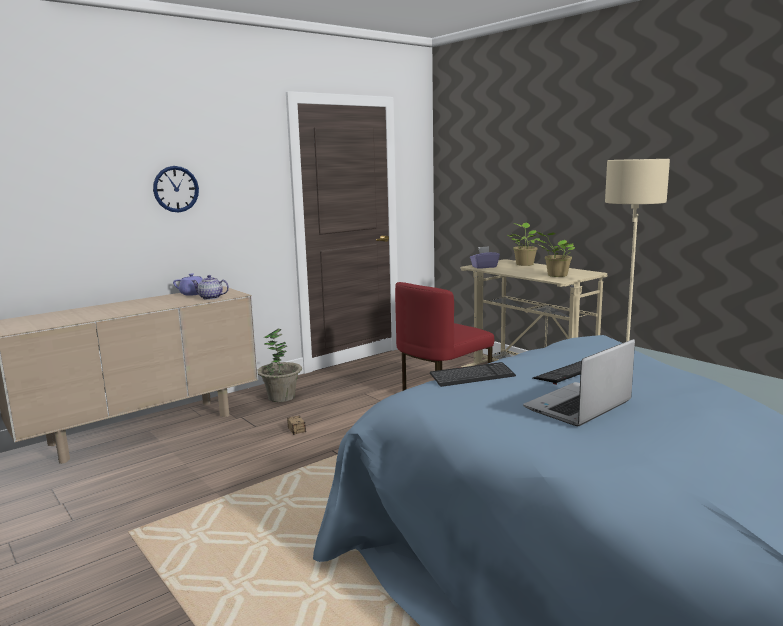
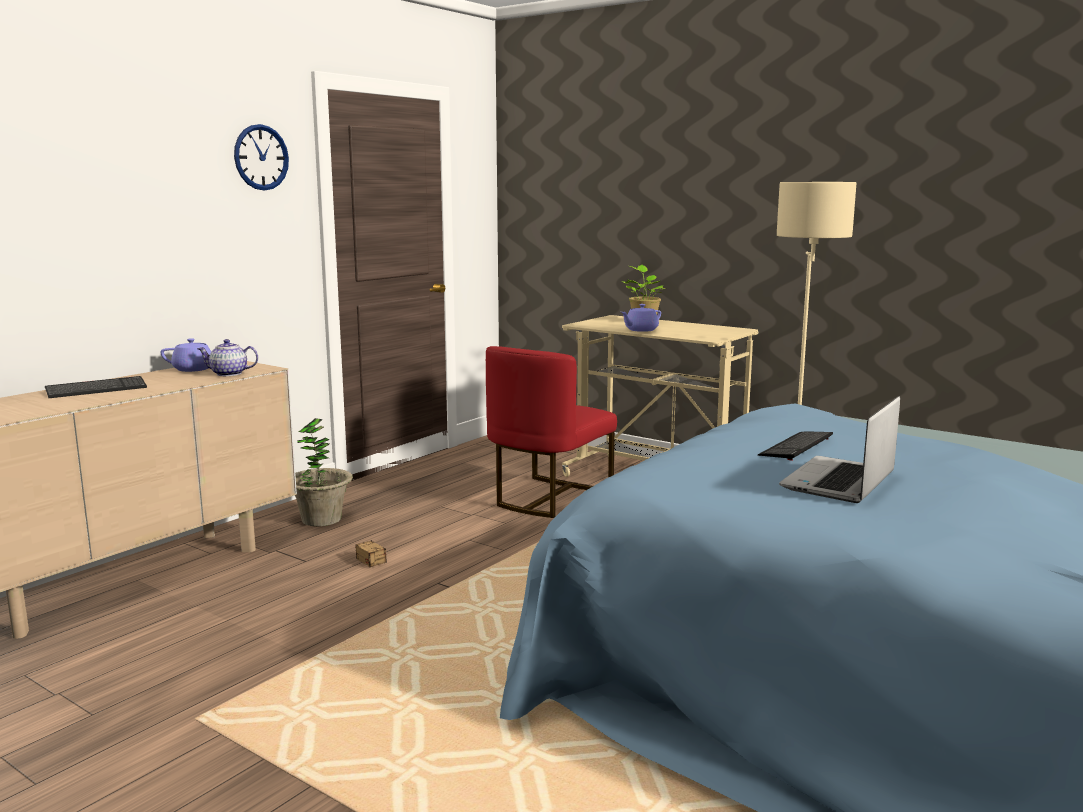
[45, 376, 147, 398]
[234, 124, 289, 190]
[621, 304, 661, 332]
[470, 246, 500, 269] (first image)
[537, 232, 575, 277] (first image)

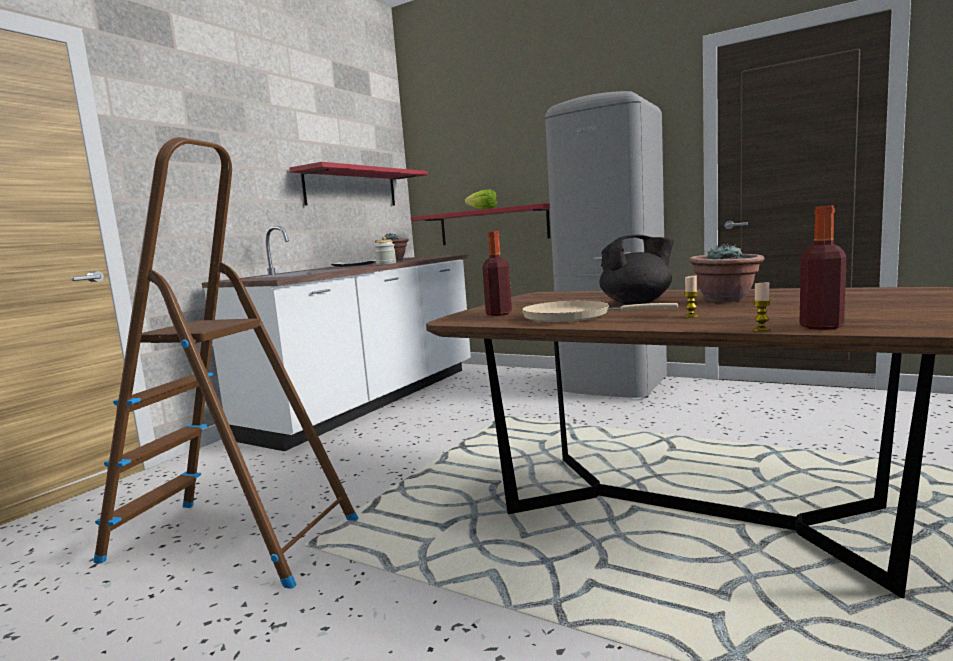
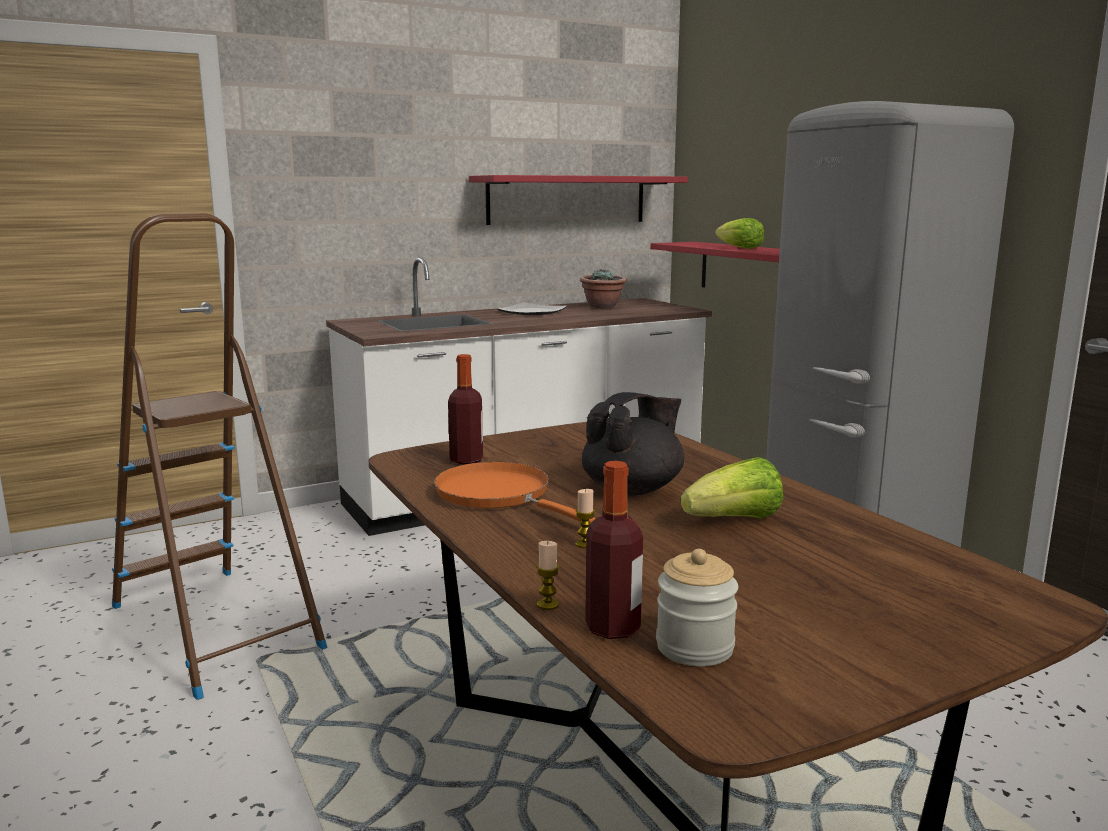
[434, 462, 595, 522]
[582, 392, 684, 495]
[656, 549, 738, 666]
[681, 457, 783, 519]

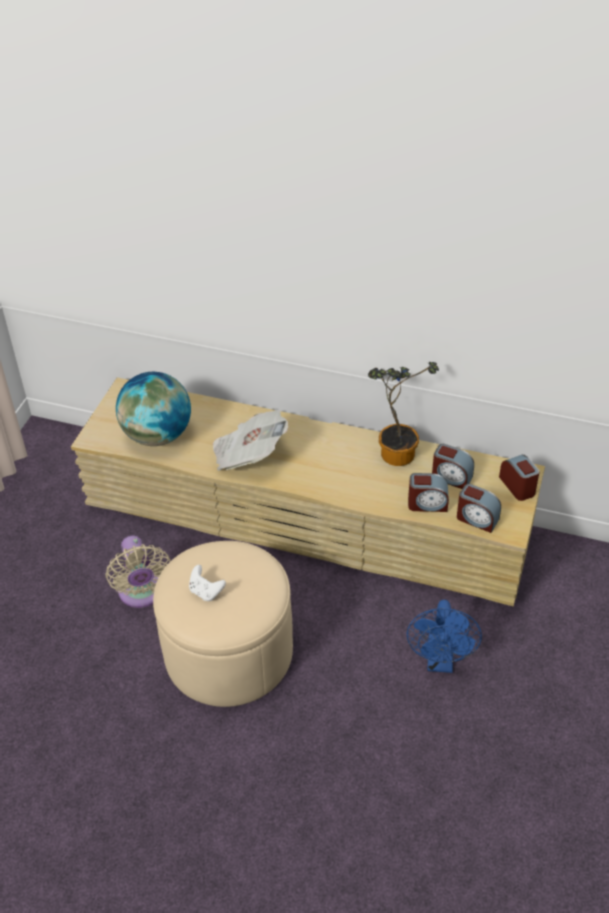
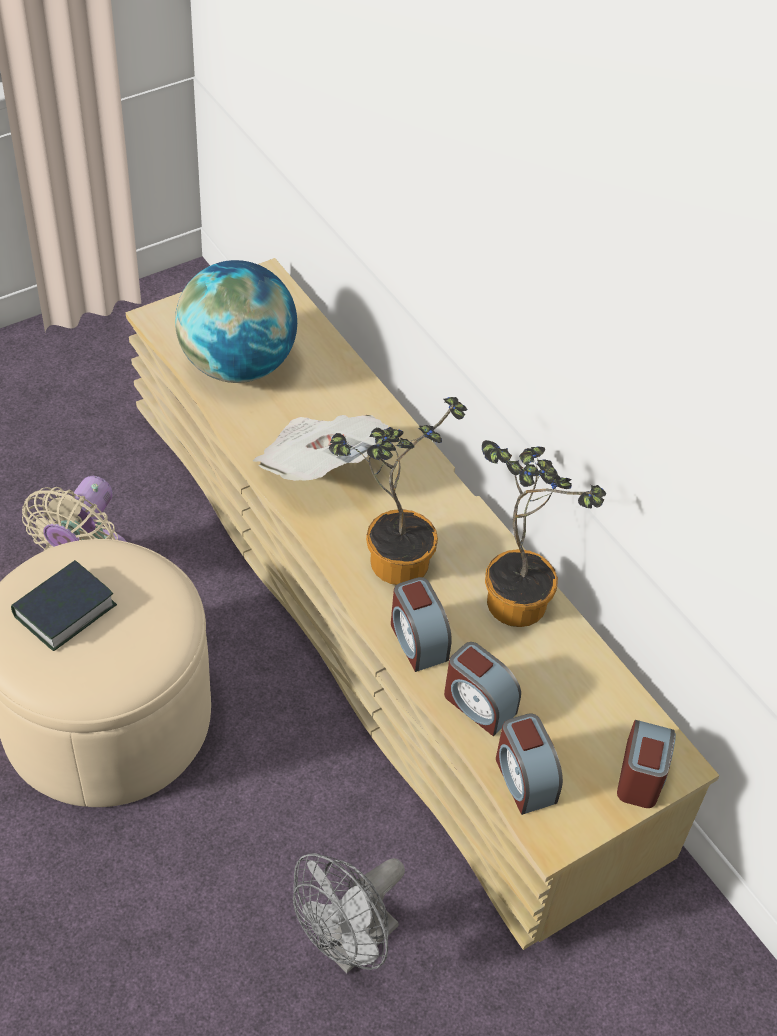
[11, 560, 117, 651]
[293, 853, 405, 973]
[329, 397, 468, 585]
[391, 577, 452, 672]

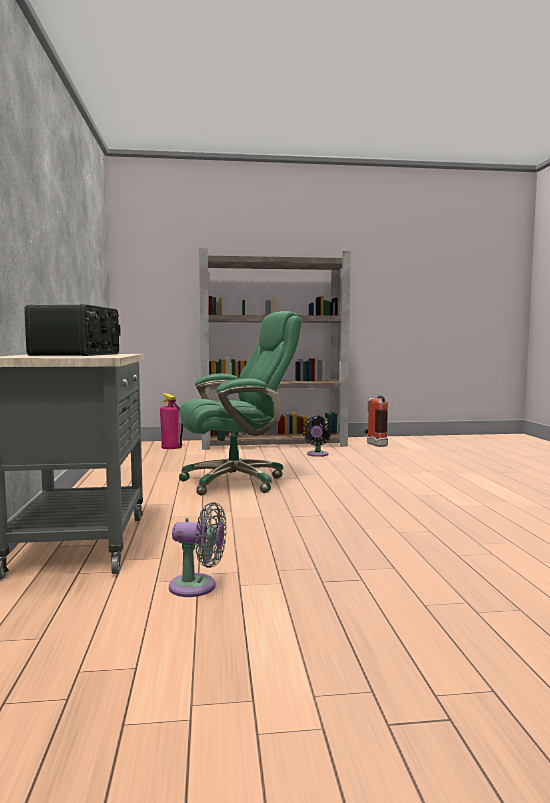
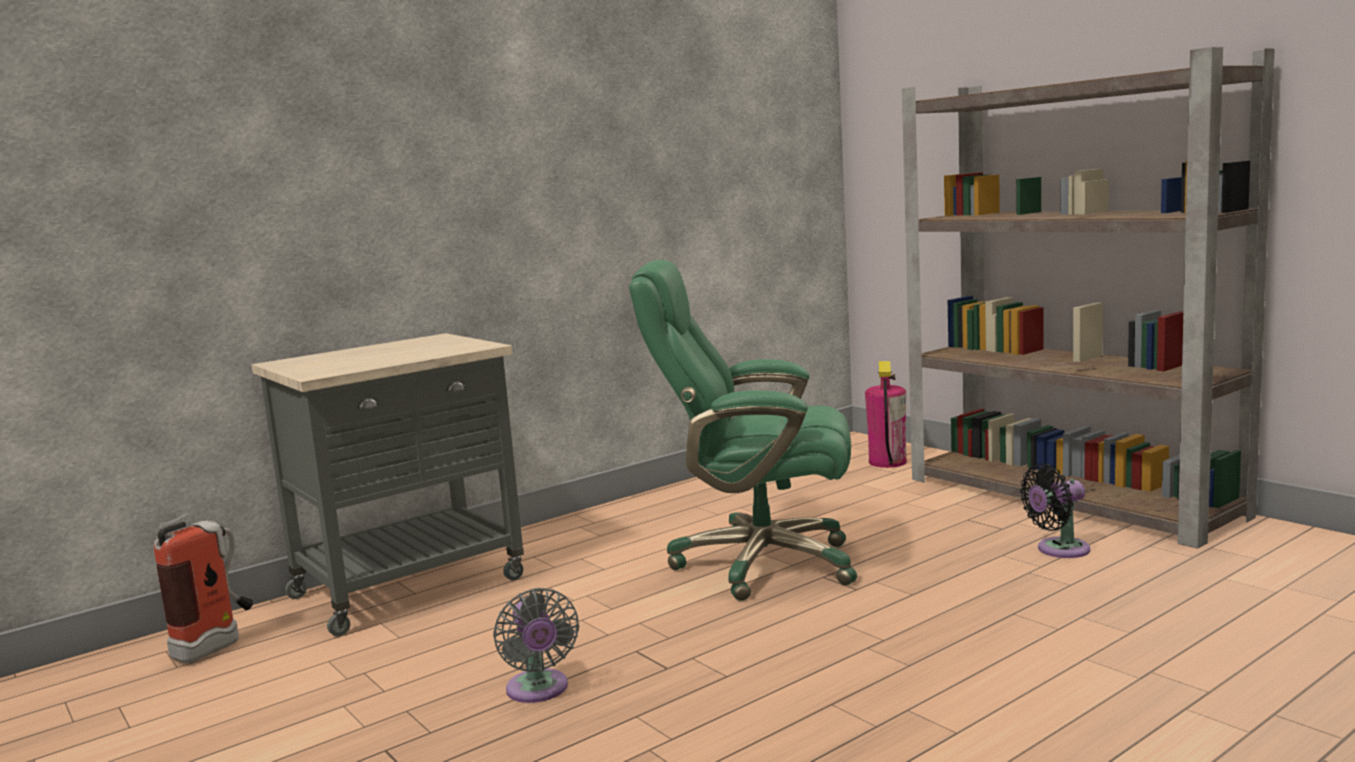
[154, 512, 253, 664]
[493, 588, 579, 703]
[629, 260, 857, 601]
[24, 304, 121, 356] (first image)

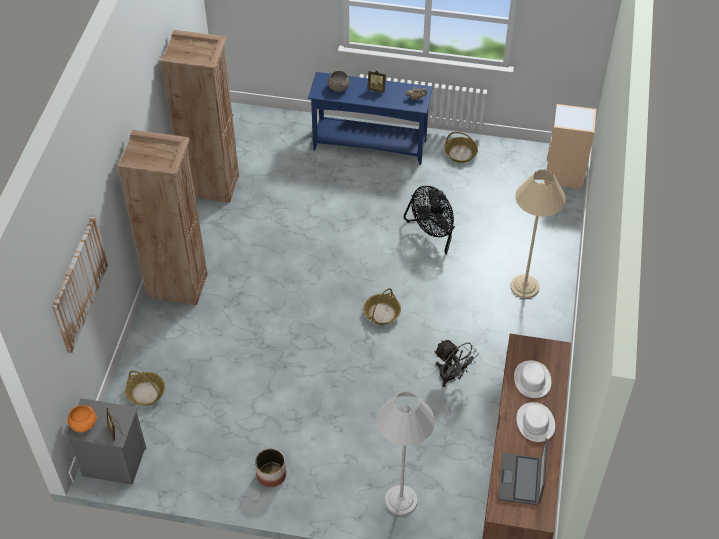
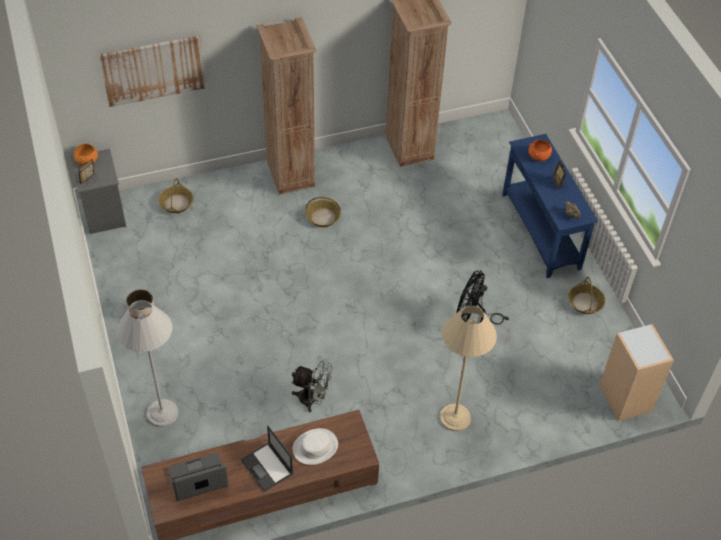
[241, 425, 293, 492]
[291, 361, 333, 412]
[306, 197, 341, 227]
[529, 140, 552, 161]

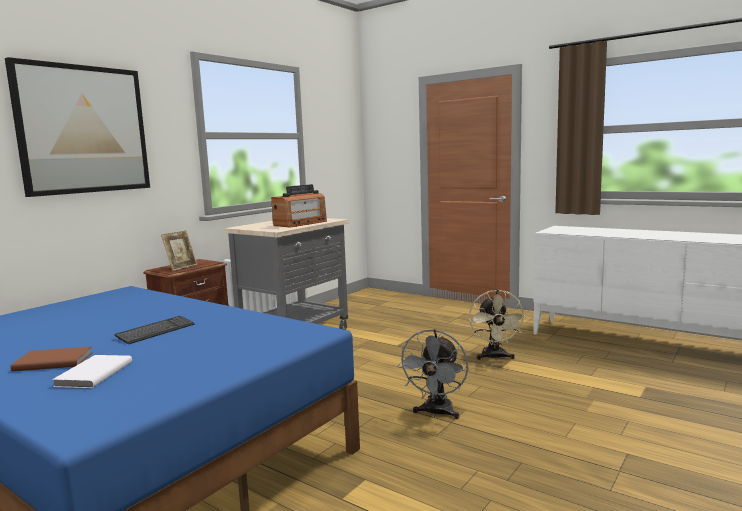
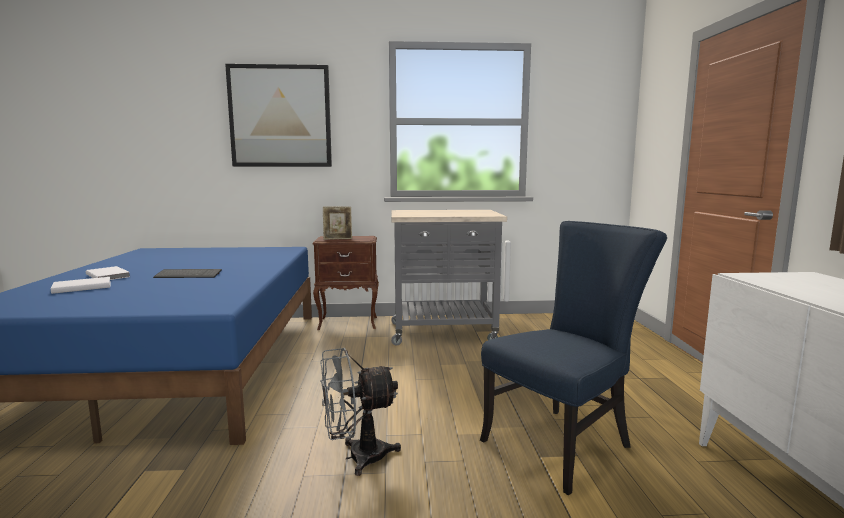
[86, 266, 130, 280]
[480, 221, 667, 495]
[271, 184, 327, 228] (first image)

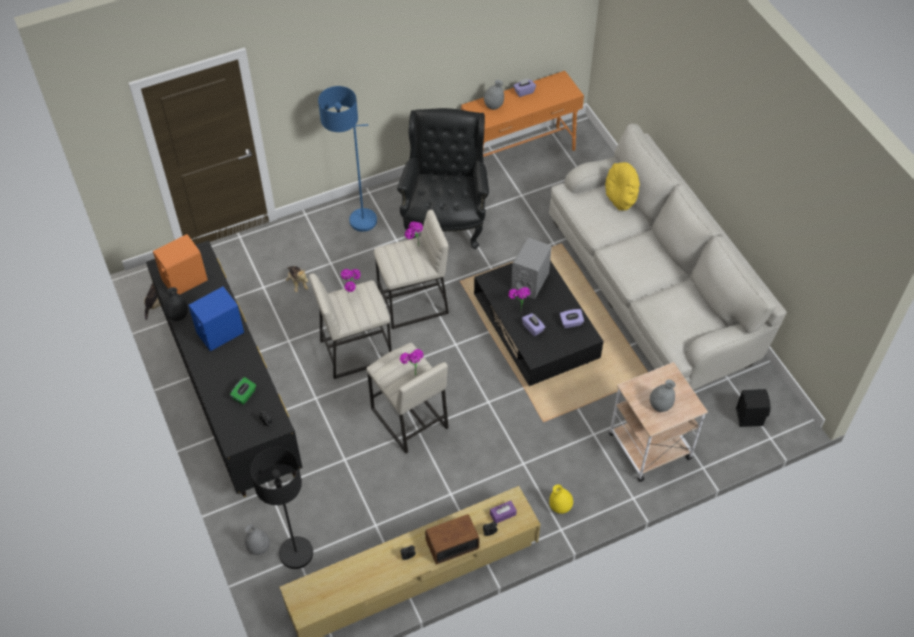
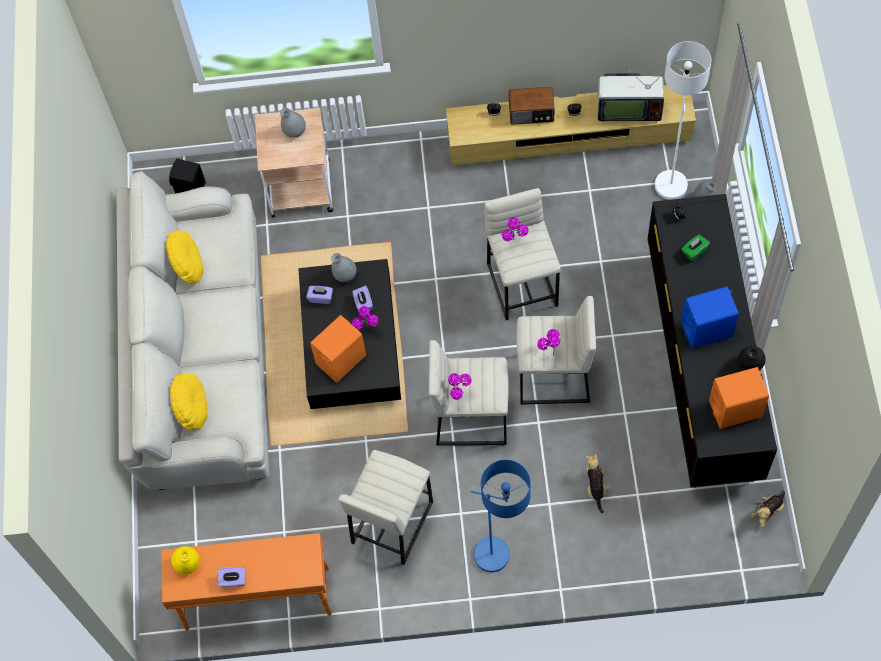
[166, 230, 204, 284]
[171, 546, 200, 575]
[310, 315, 366, 383]
[331, 253, 357, 282]
[338, 450, 433, 565]
[597, 68, 664, 122]
[655, 41, 711, 200]
[490, 501, 517, 523] (first image)

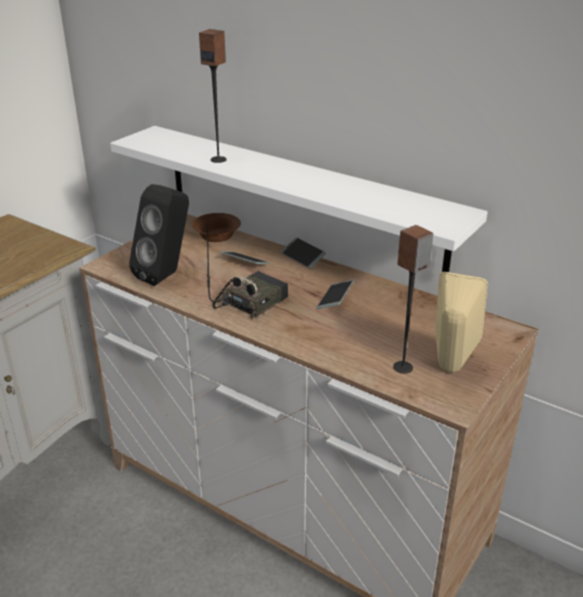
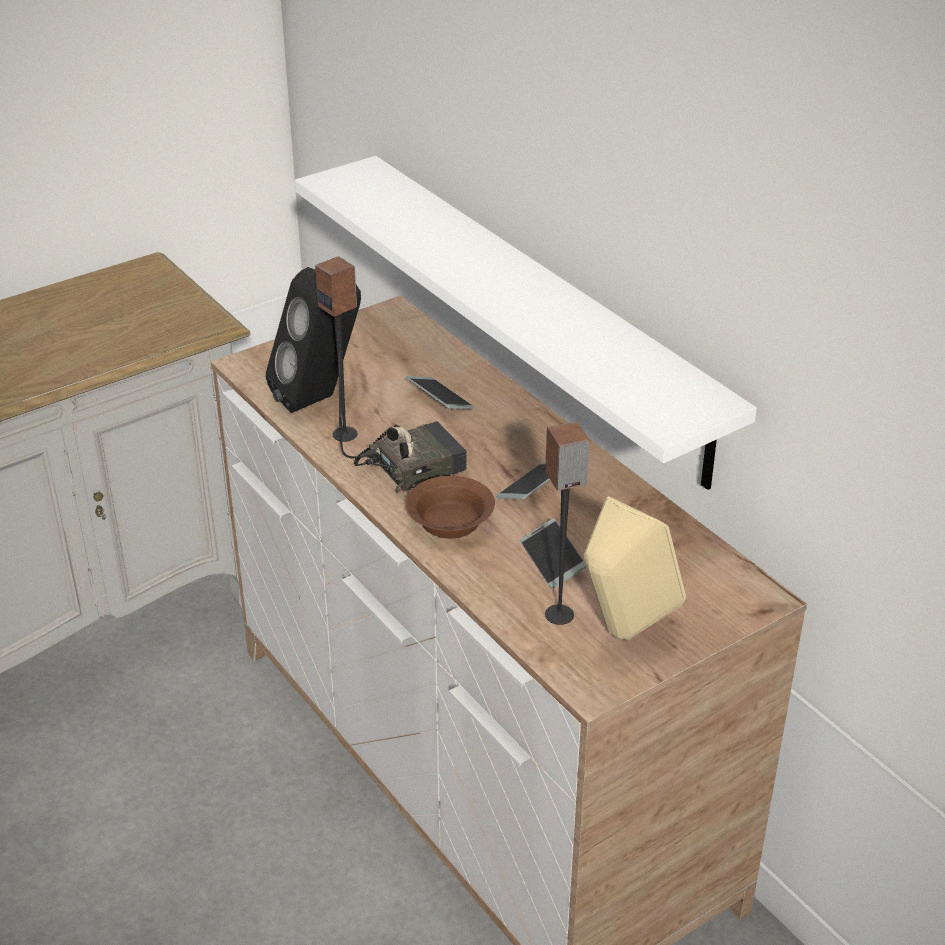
[315, 256, 357, 442]
[406, 476, 495, 538]
[520, 519, 586, 589]

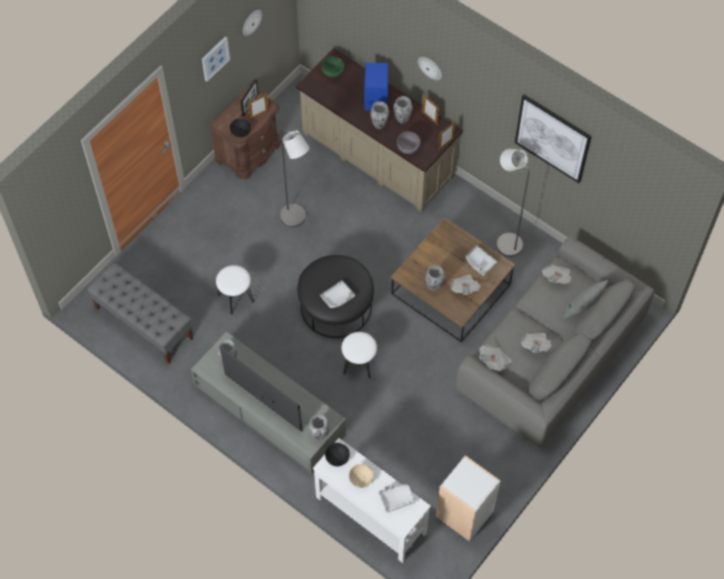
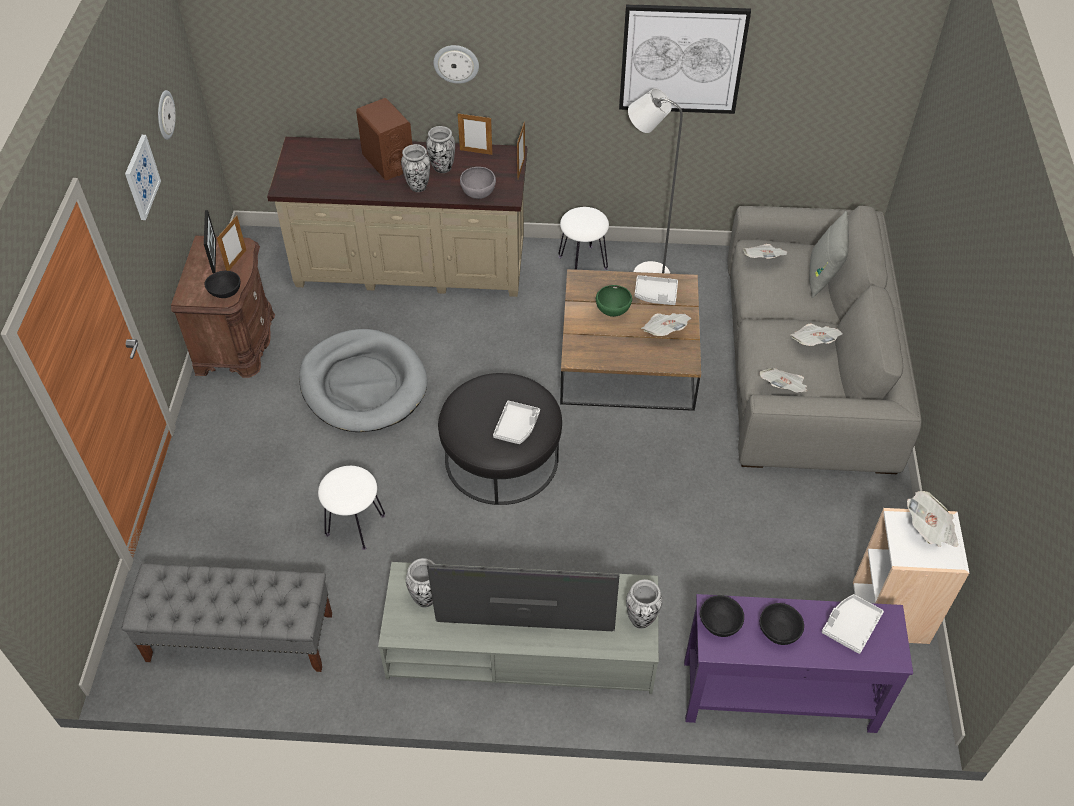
[299, 329, 428, 432]
[356, 98, 412, 180]
[558, 207, 609, 270]
[596, 285, 632, 317]
[684, 594, 913, 733]
[760, 603, 804, 645]
[907, 491, 959, 547]
[425, 265, 445, 291] (first image)

